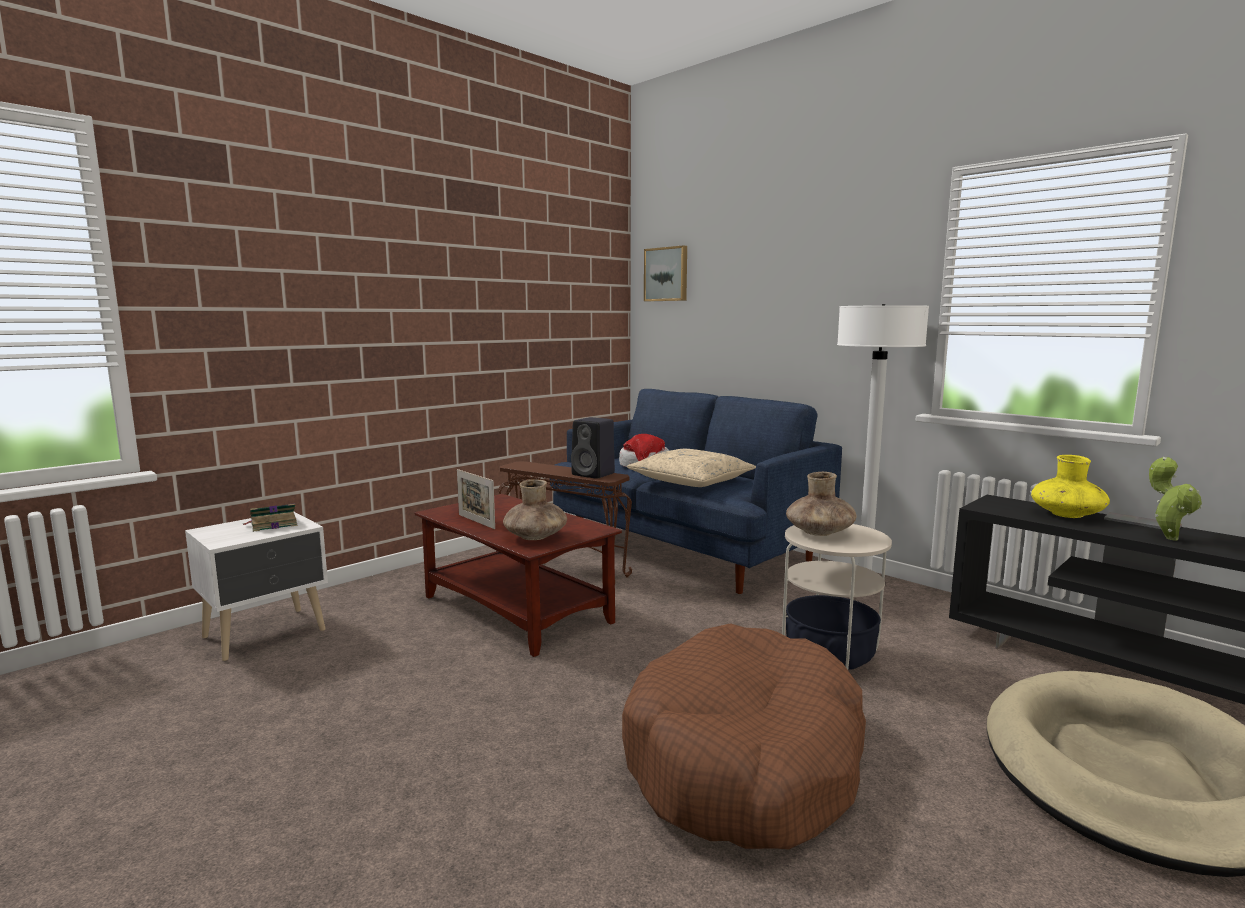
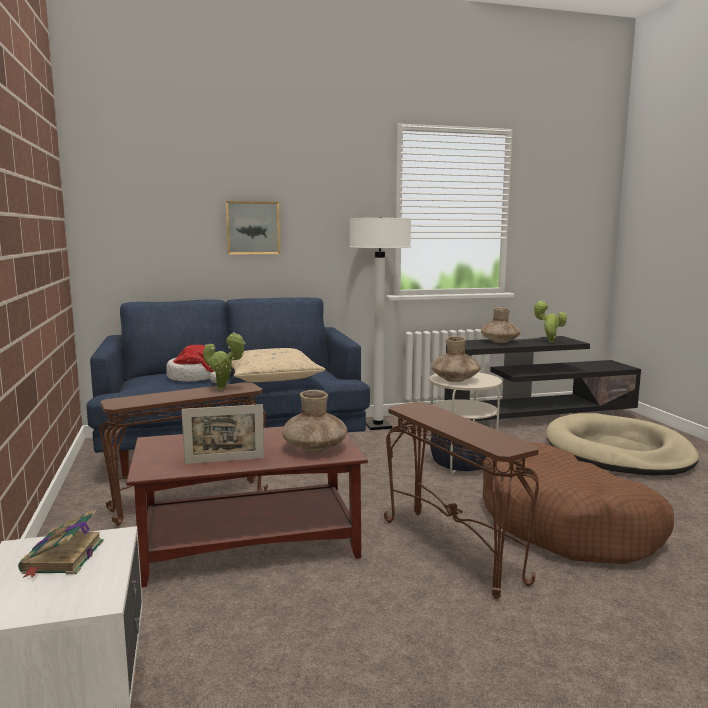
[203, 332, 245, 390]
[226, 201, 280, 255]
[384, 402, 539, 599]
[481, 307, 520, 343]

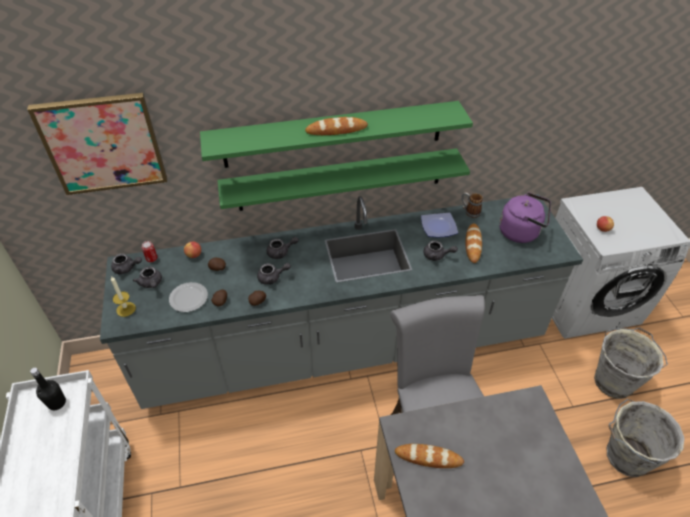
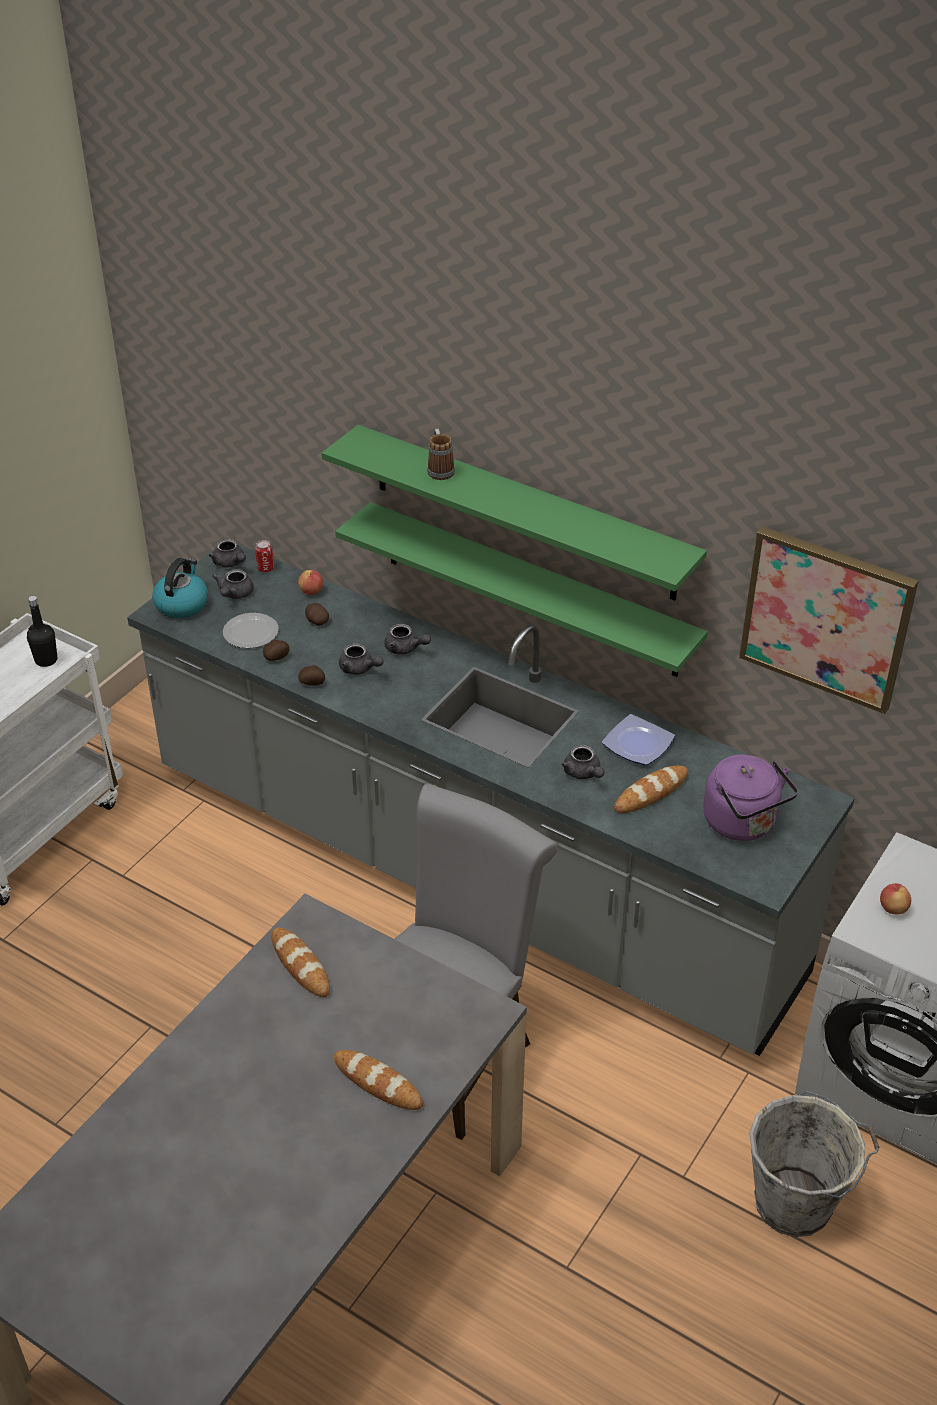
[152, 558, 208, 618]
[334, 1050, 423, 1110]
[427, 428, 455, 480]
[739, 526, 919, 714]
[607, 399, 685, 477] (first image)

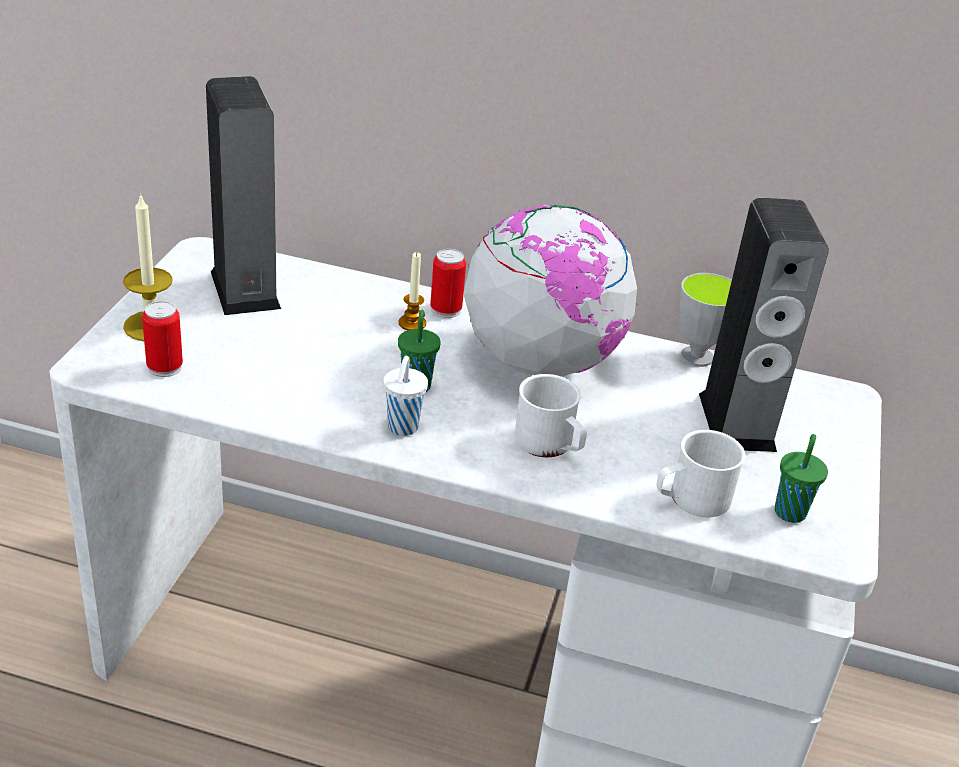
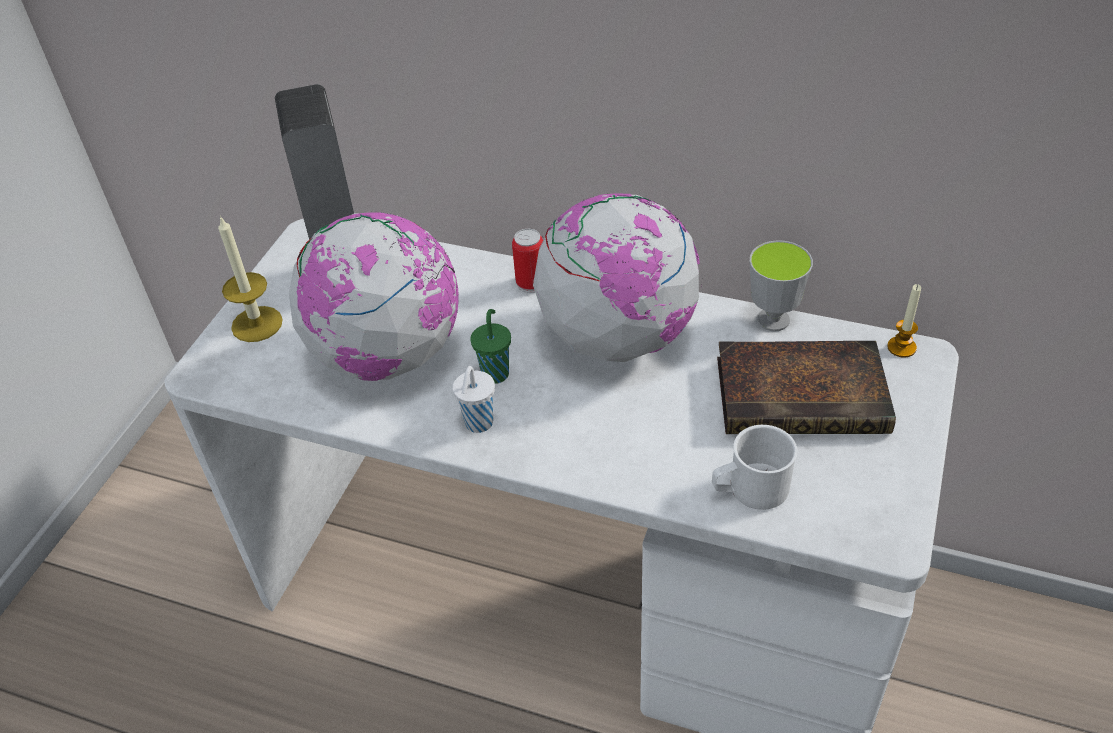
[289, 213, 459, 381]
[717, 341, 896, 434]
[887, 284, 921, 358]
[142, 301, 183, 377] (first image)
[515, 374, 587, 457] (first image)
[775, 434, 828, 523] (first image)

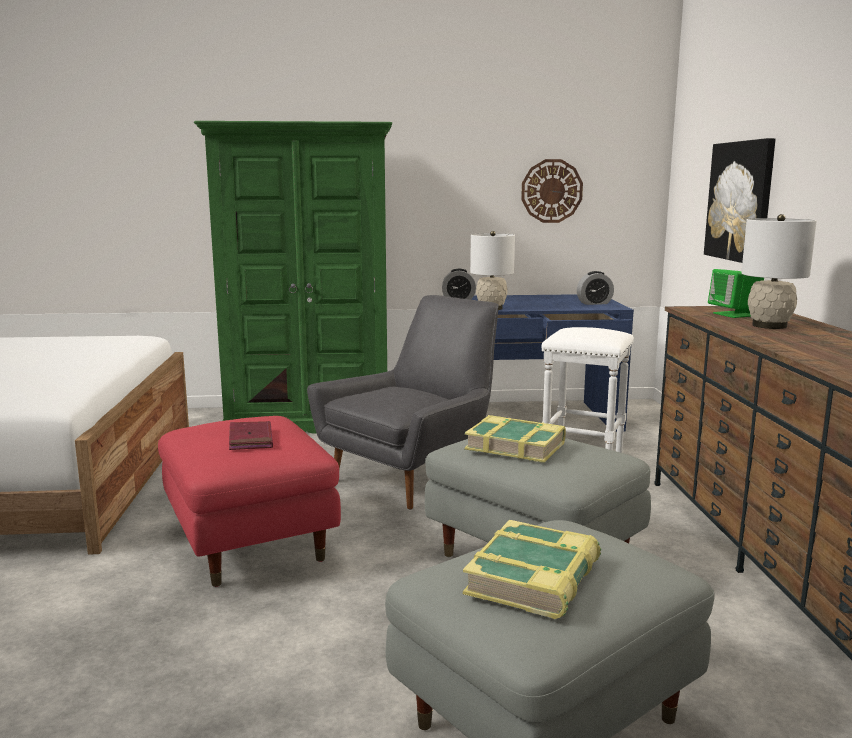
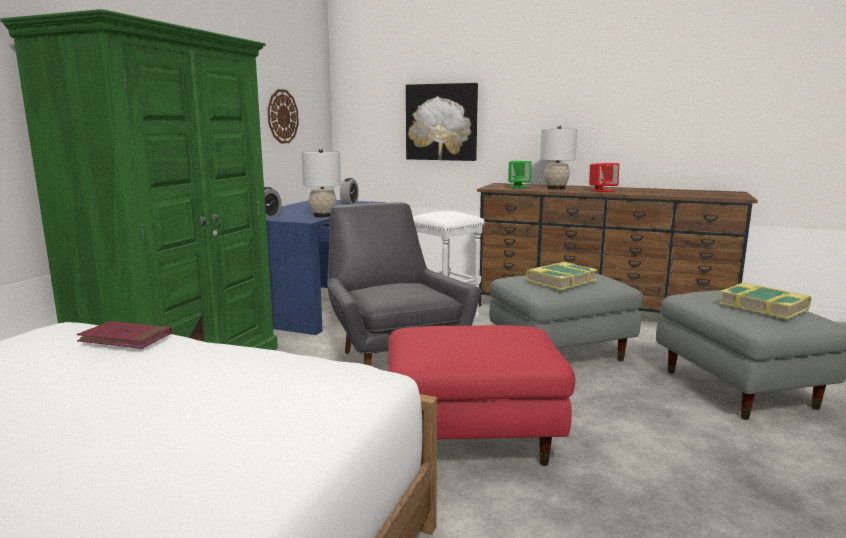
[77, 321, 172, 349]
[589, 163, 619, 192]

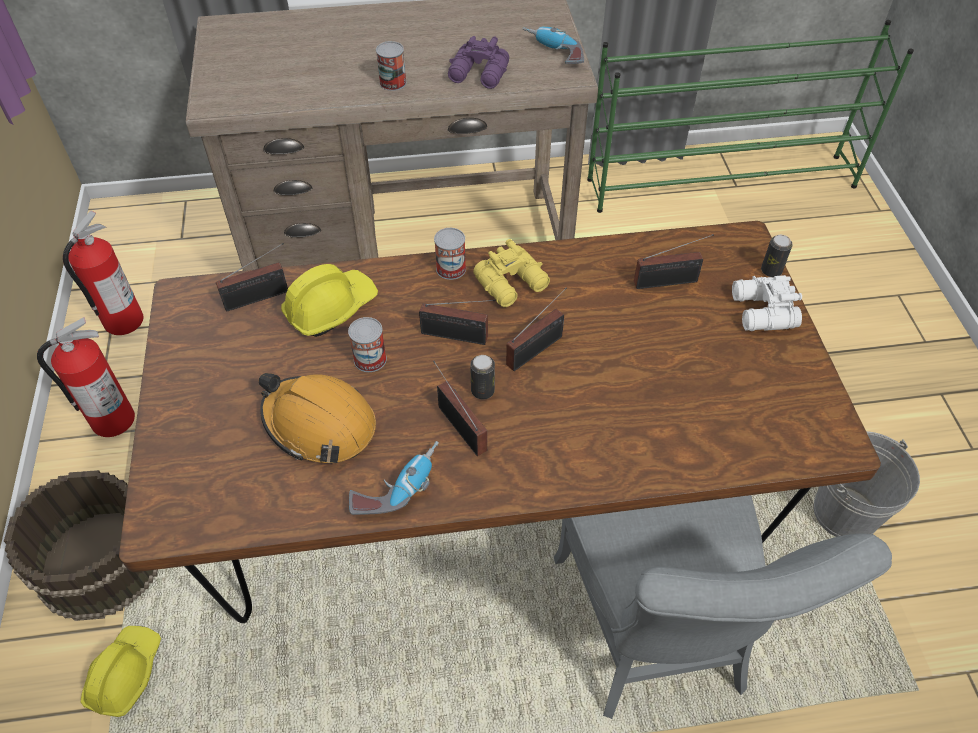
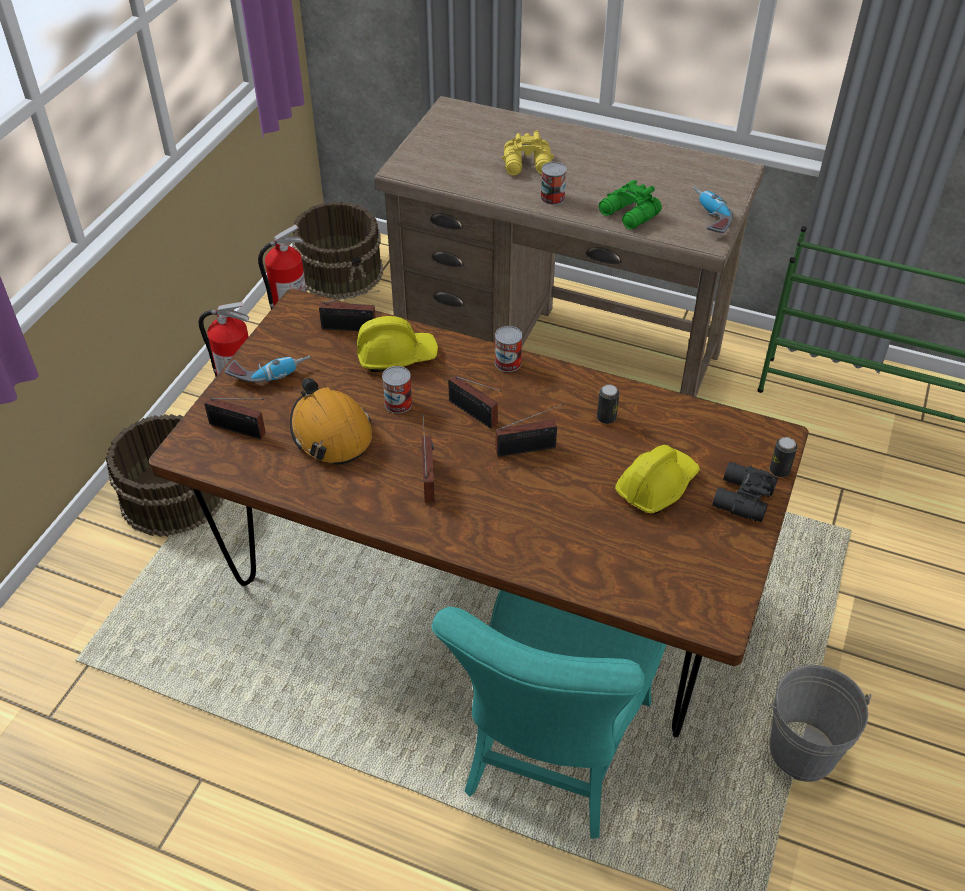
[204, 397, 266, 439]
[225, 355, 311, 383]
[292, 201, 383, 299]
[432, 590, 667, 839]
[502, 130, 554, 175]
[597, 385, 619, 424]
[599, 180, 662, 230]
[615, 445, 700, 514]
[712, 462, 778, 522]

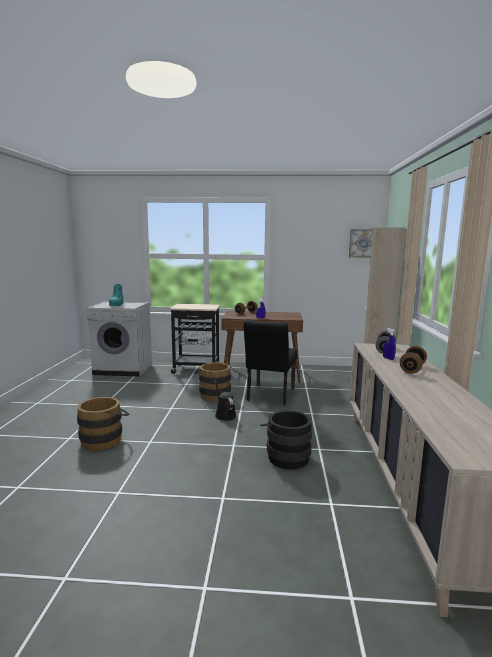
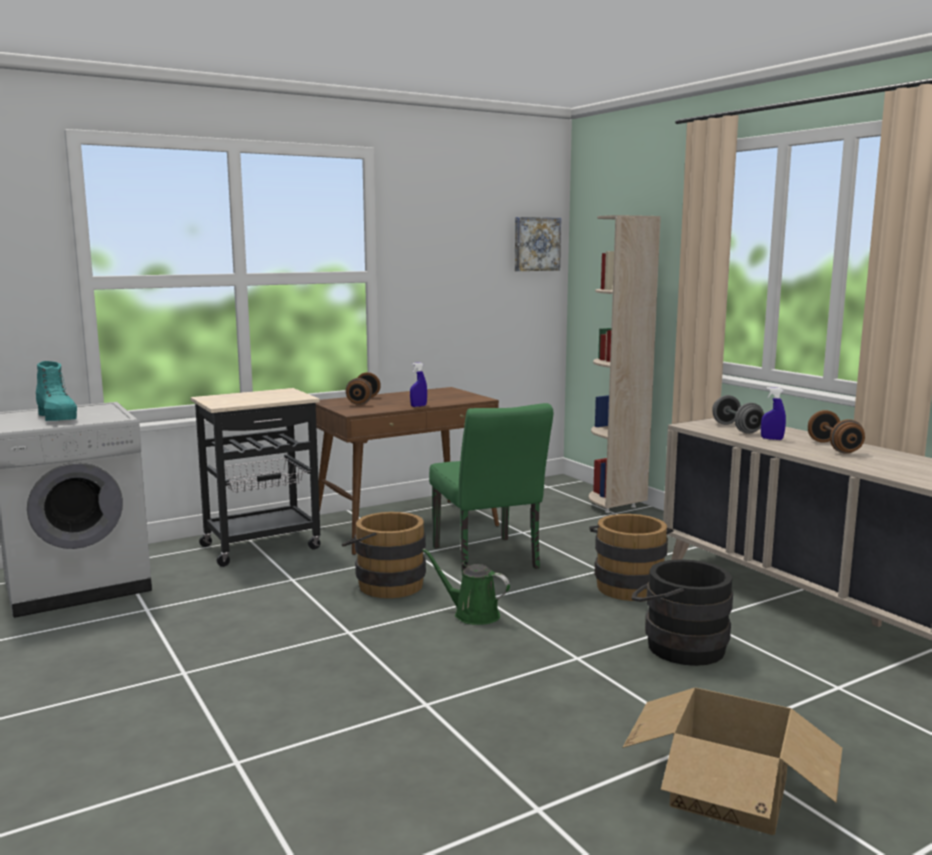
[422, 548, 510, 625]
[429, 403, 553, 576]
[589, 514, 673, 601]
[622, 687, 842, 835]

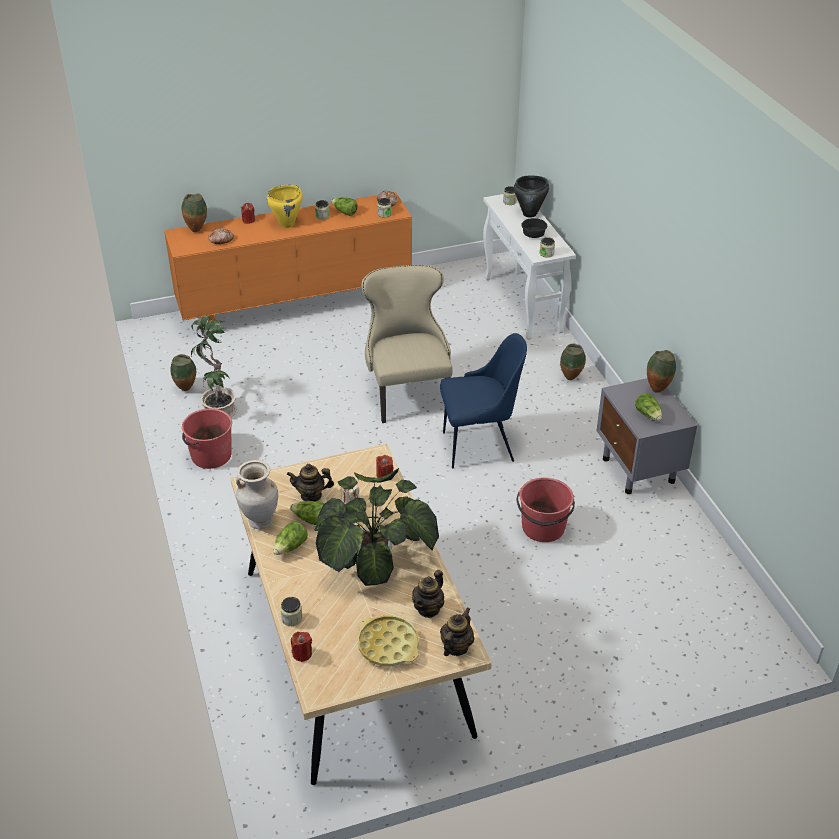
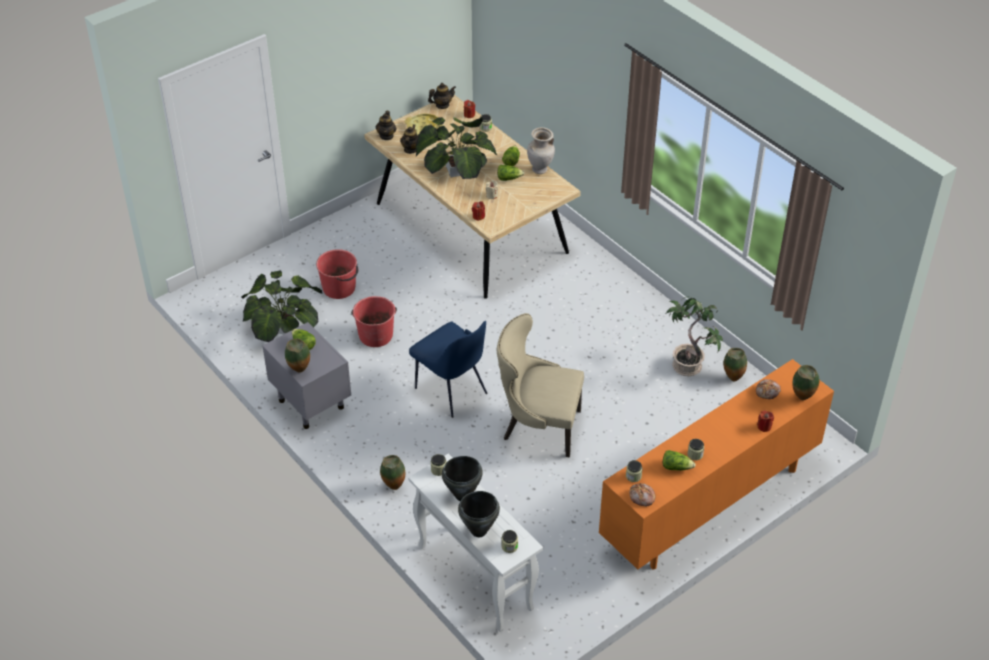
[241, 271, 322, 342]
[316, 249, 358, 299]
[409, 321, 487, 418]
[428, 83, 456, 109]
[442, 456, 483, 501]
[497, 313, 584, 458]
[267, 185, 303, 228] (first image)

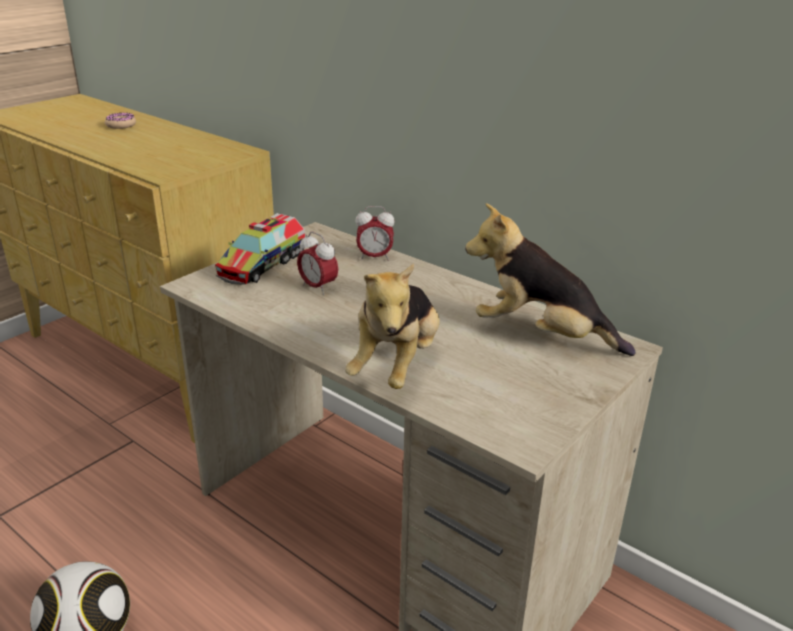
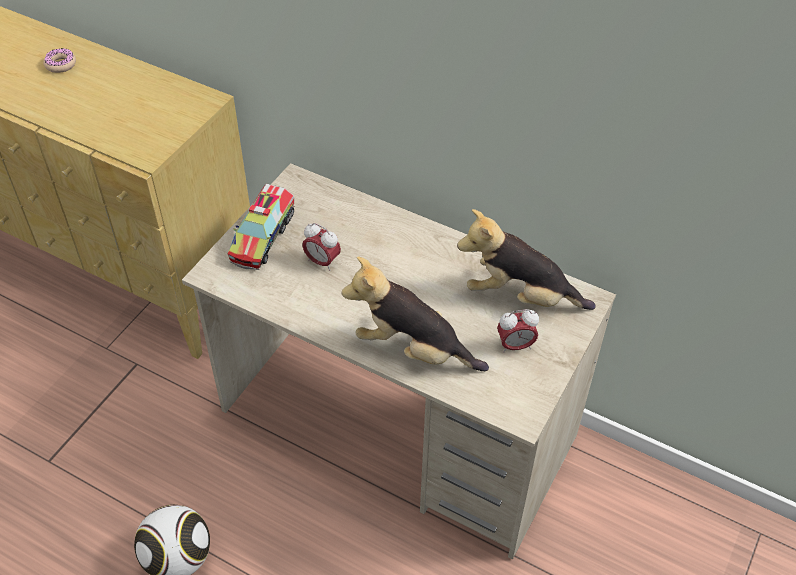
[342, 256, 489, 371]
[497, 309, 539, 353]

